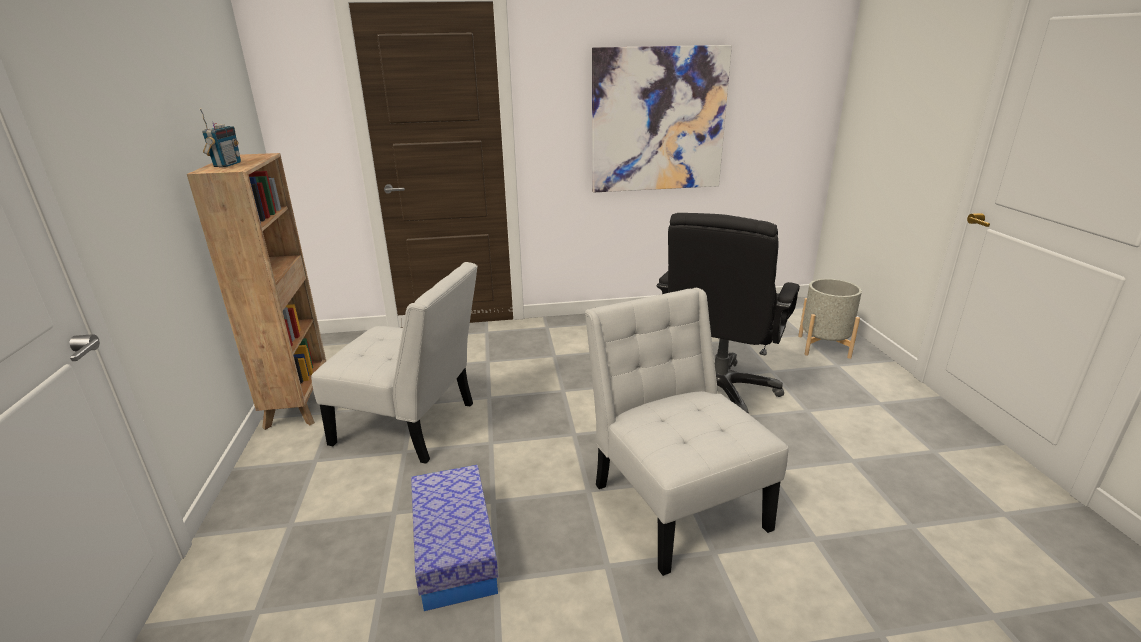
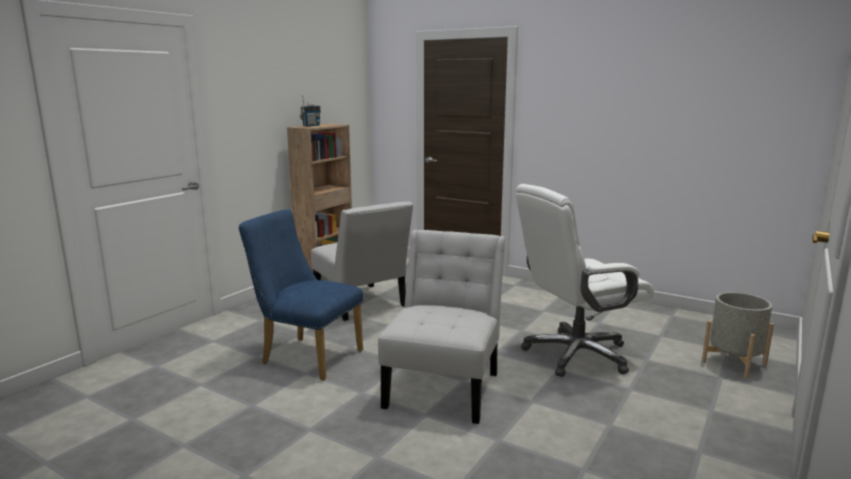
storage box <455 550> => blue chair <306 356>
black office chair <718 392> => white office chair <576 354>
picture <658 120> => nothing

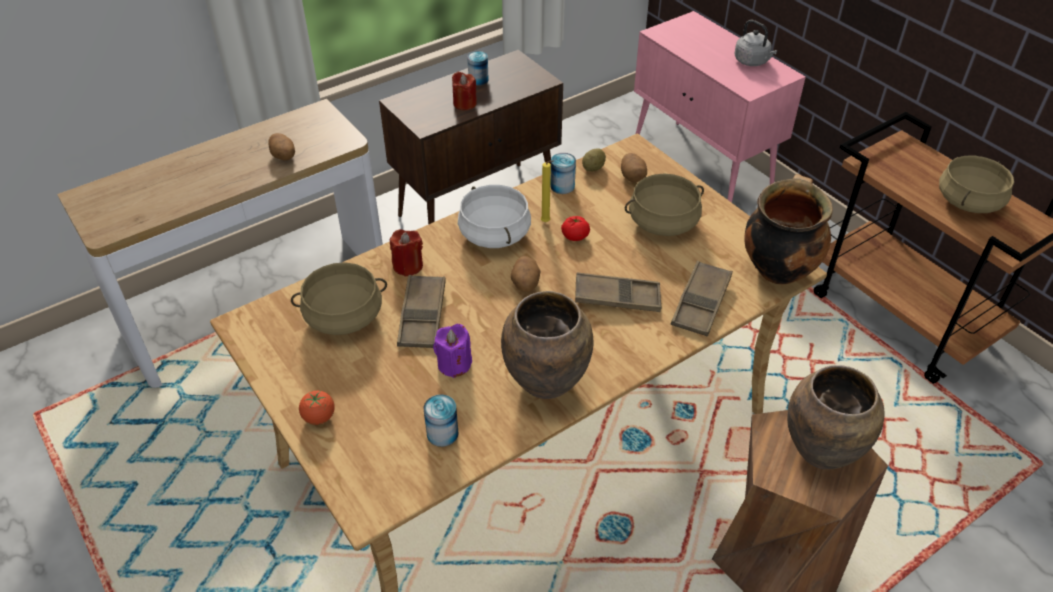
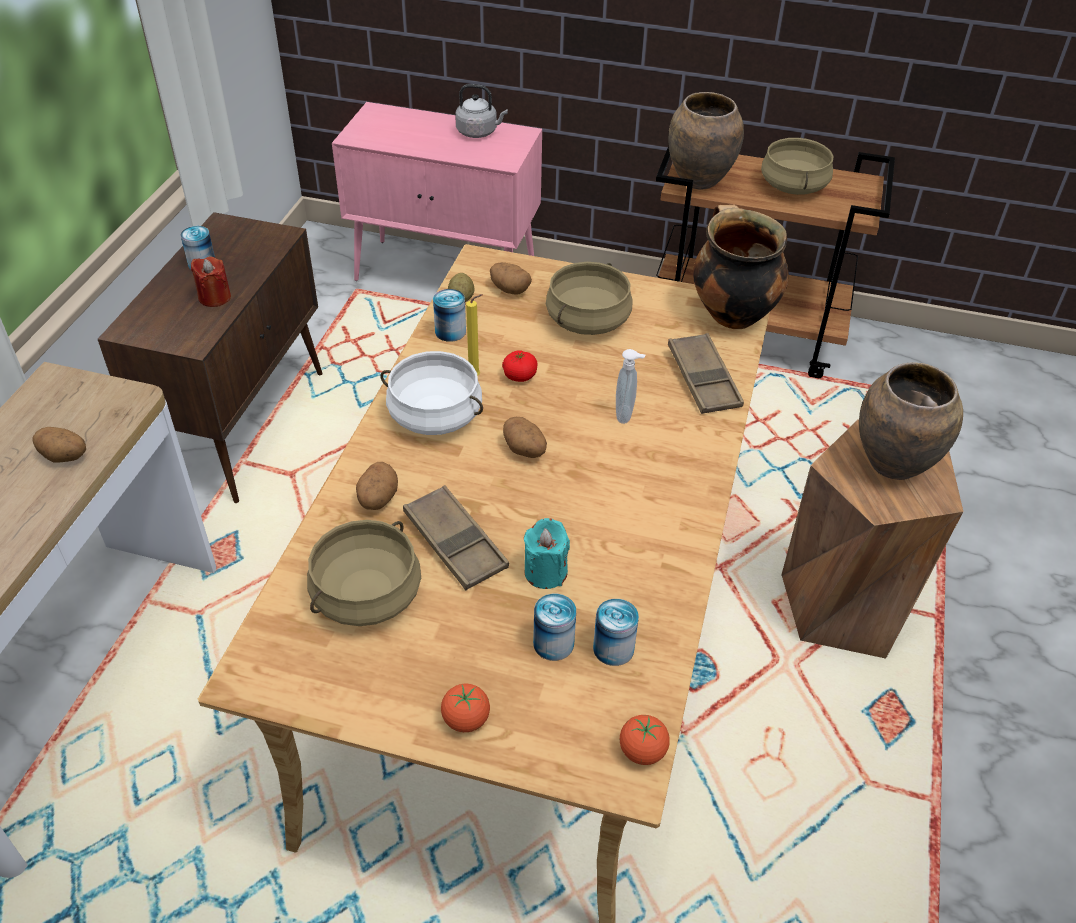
red candle <408 266> => potato <377 499>
purple candle <454 364> => turquoise candle <545 572>
nothing => can <553 643>
brown tray <617 297> => soap dispenser <626 415>
nothing => tomato <642 751>
brown vase <547 382> => brown vase <699 180>, moved

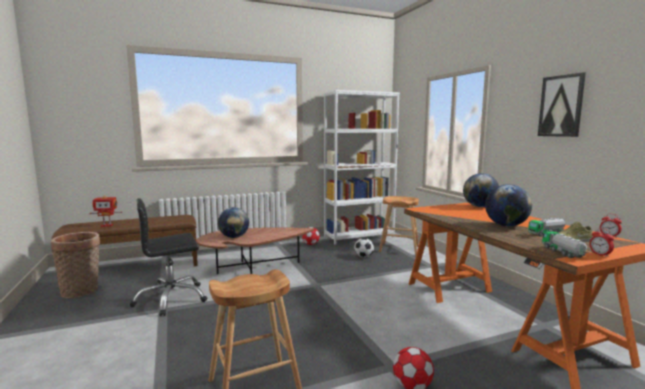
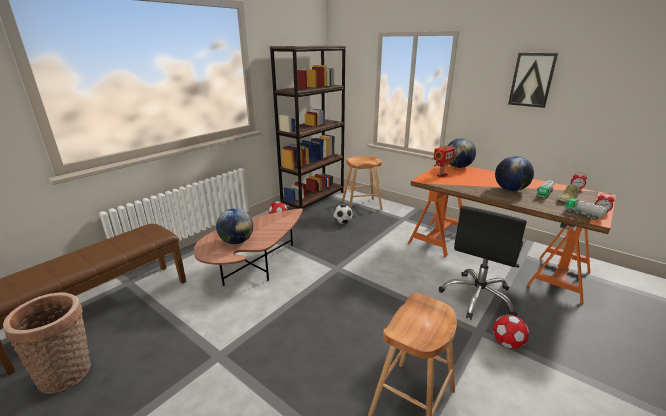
white bookcase <359 237> => brown bookcase <313 198>
toy robot <107 225> => toy robot <441 175>, moved
black office chair <171 299> => black office chair <478 297>, moved

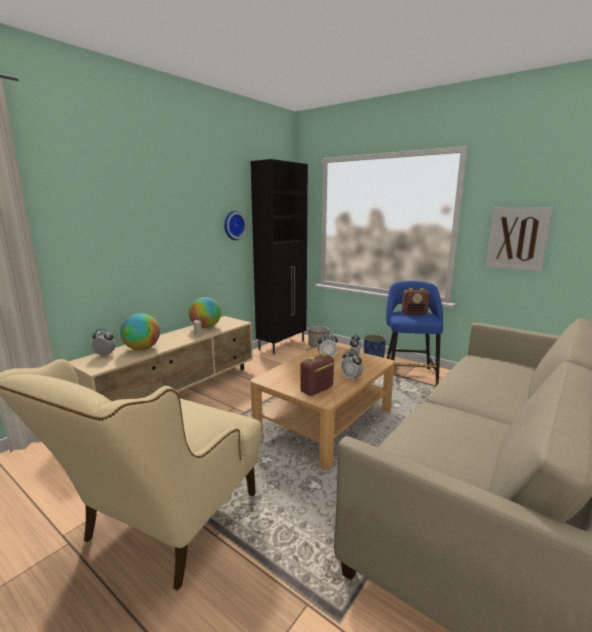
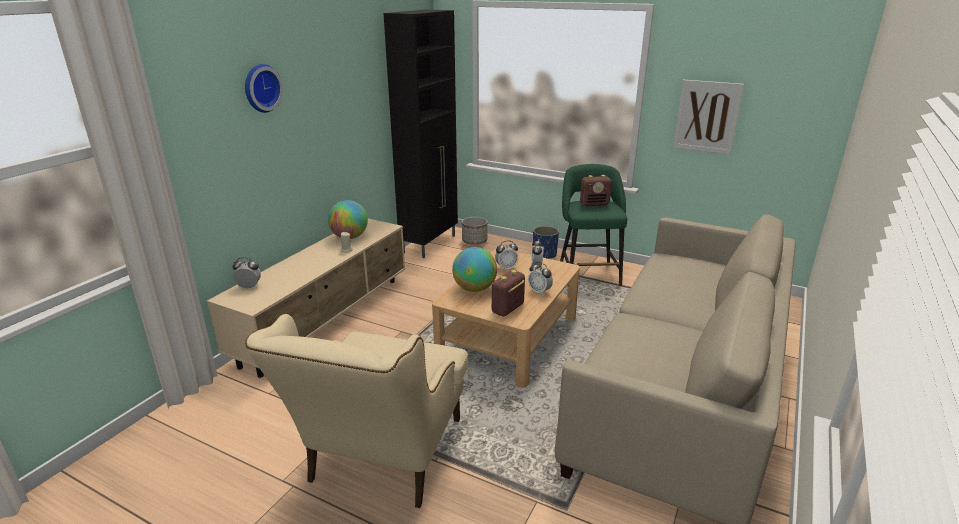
wall clock <233 225> => wall clock <260 88>, moved
globe <142 349> => globe <474 289>, moved
blue stool <409 374> => green stool <588 273>

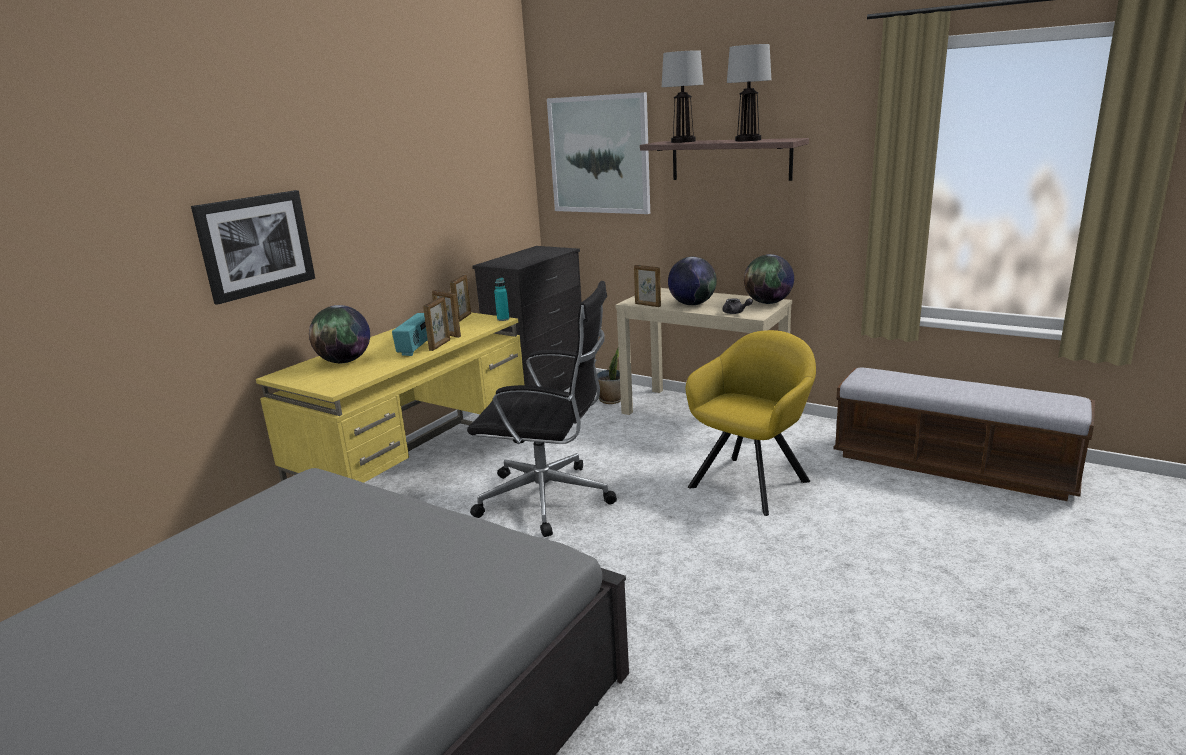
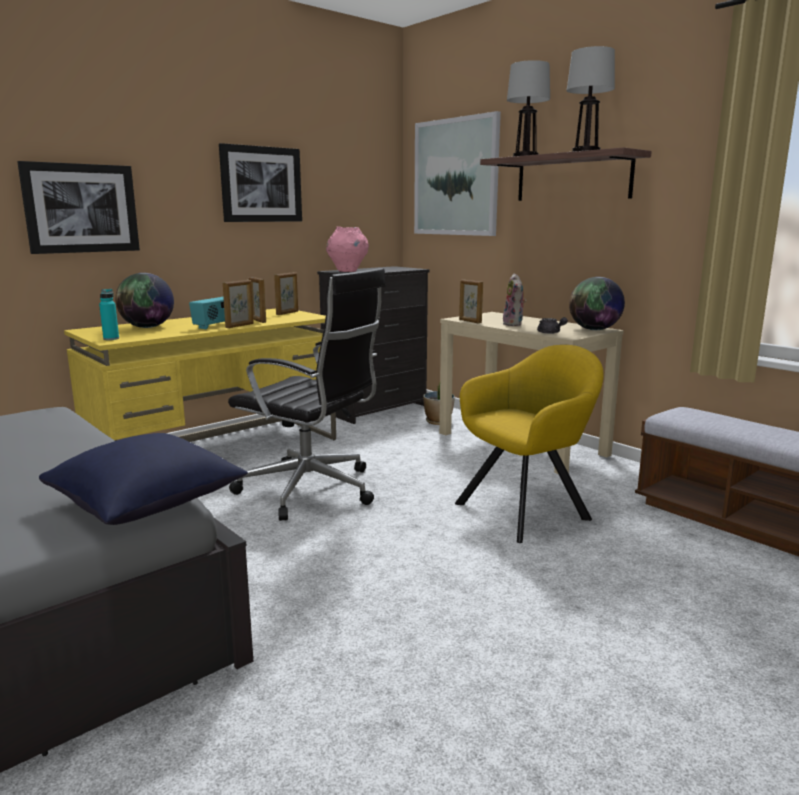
nothing => blue pillow <147 505>
turquoise bottle <503 319> => turquoise bottle <111 339>, moved
nothing => picture <261 184>
nothing => pink vase <347 271>
globe <692 304> => plush toy <514 324>

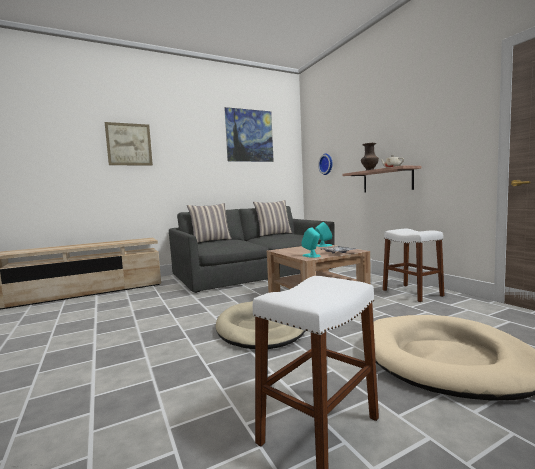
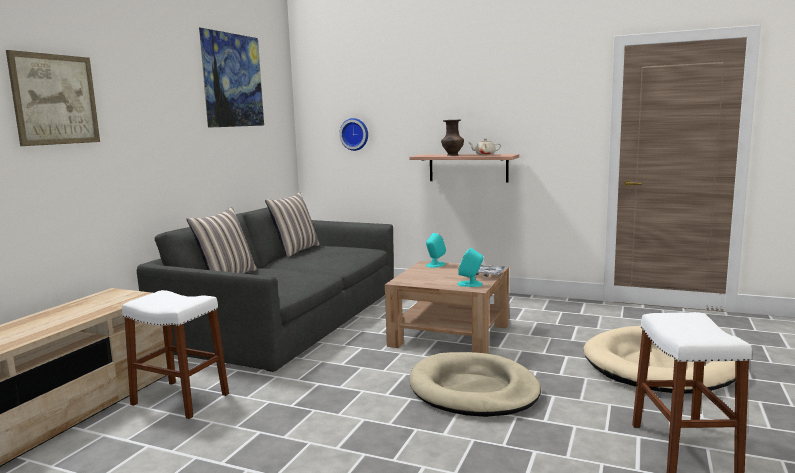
white stool <412 293> => white stool <180 399>, moved

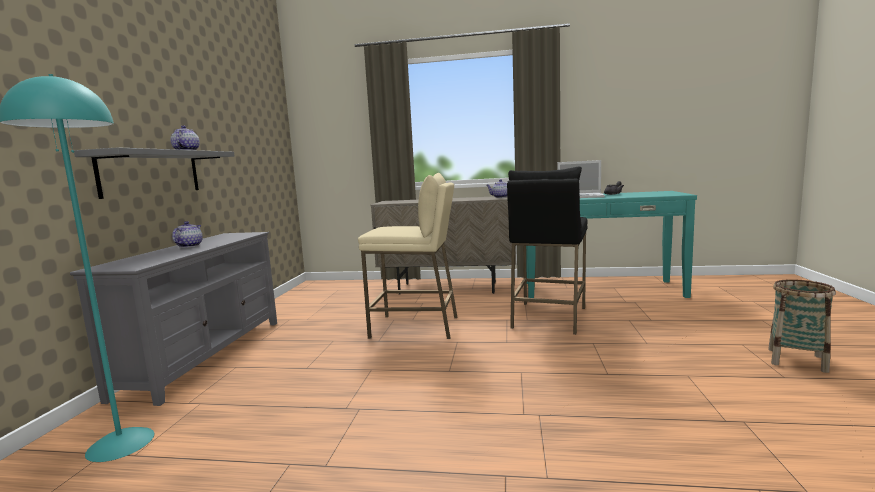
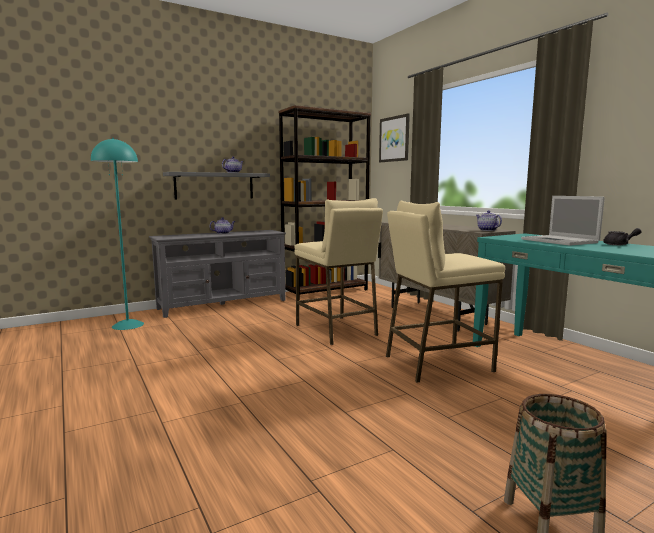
nothing => brown bookcase <325 291>
nothing => picture <394 139>
black stool <548 318> => beige stool <437 363>

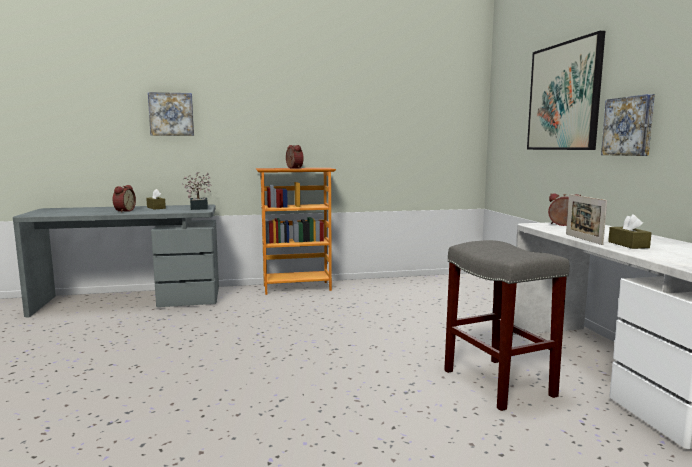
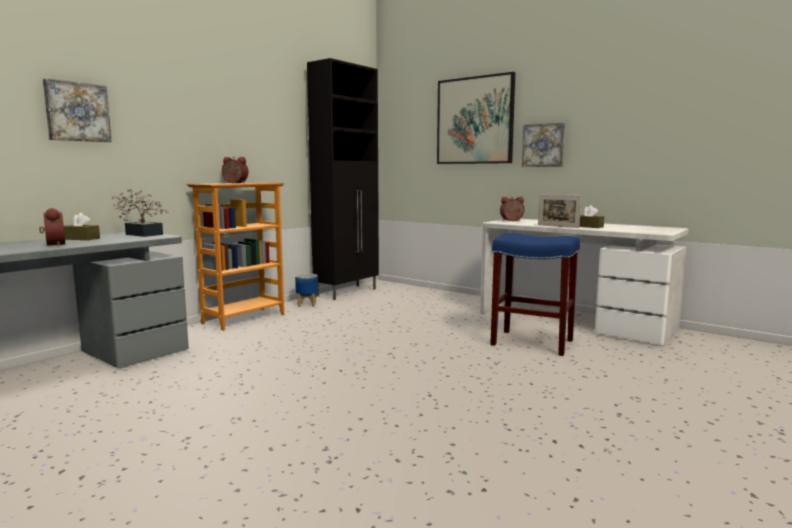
nothing => planter <307 304>
nothing => black cabinet <347 292>
grey stool <496 382> => blue stool <530 342>

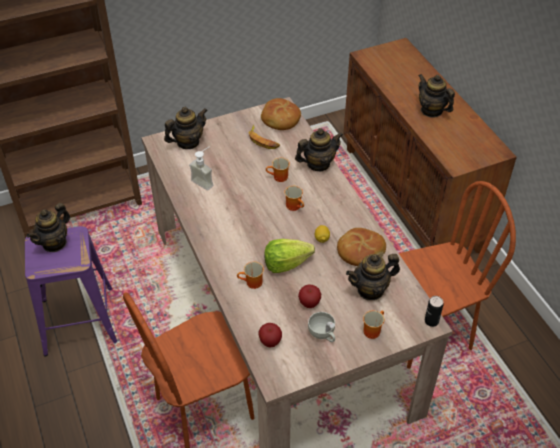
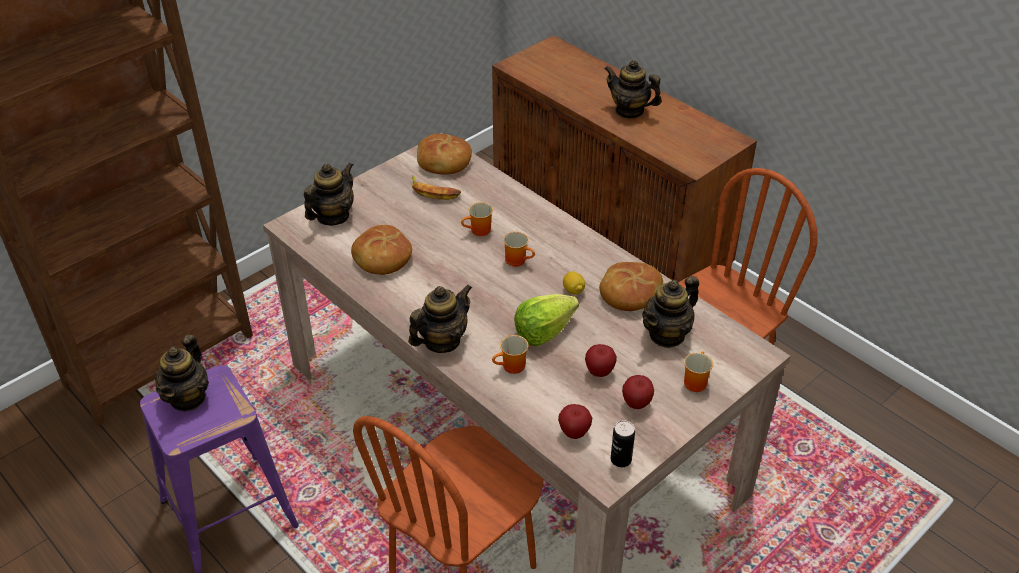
soap dispenser <205 181> => bread <382 258>
teapot <318 164> => teapot <442 341>, moved
can <431 321> => can <621 459>, moved
white cup <323 334> => apple <636 404>

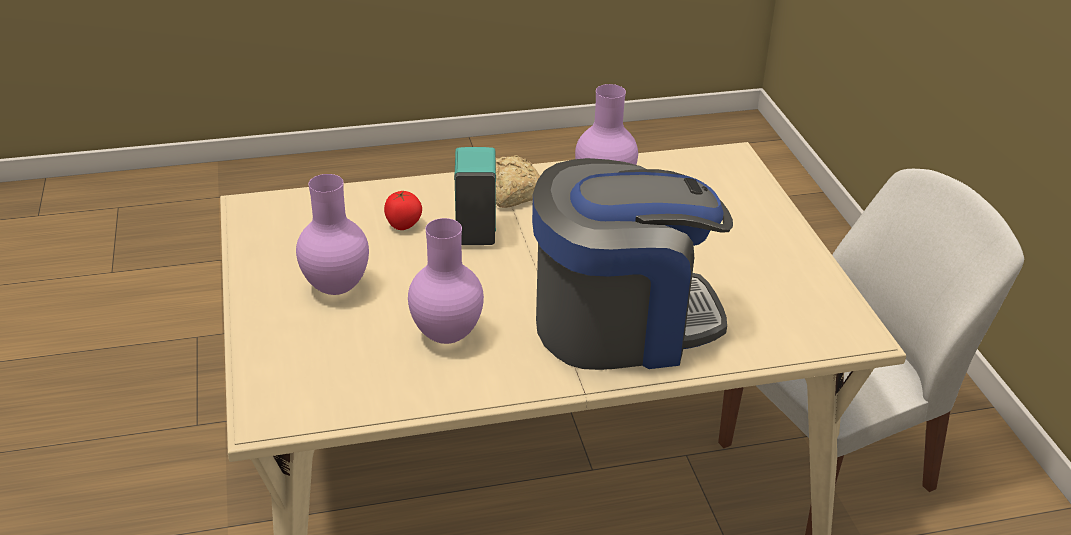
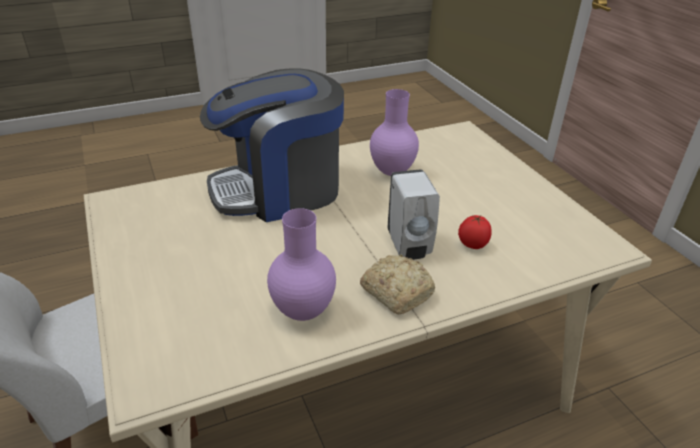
turquoise soap dispenser <476 231> => white soap dispenser <409 246>
purple vase <335 289> => nothing

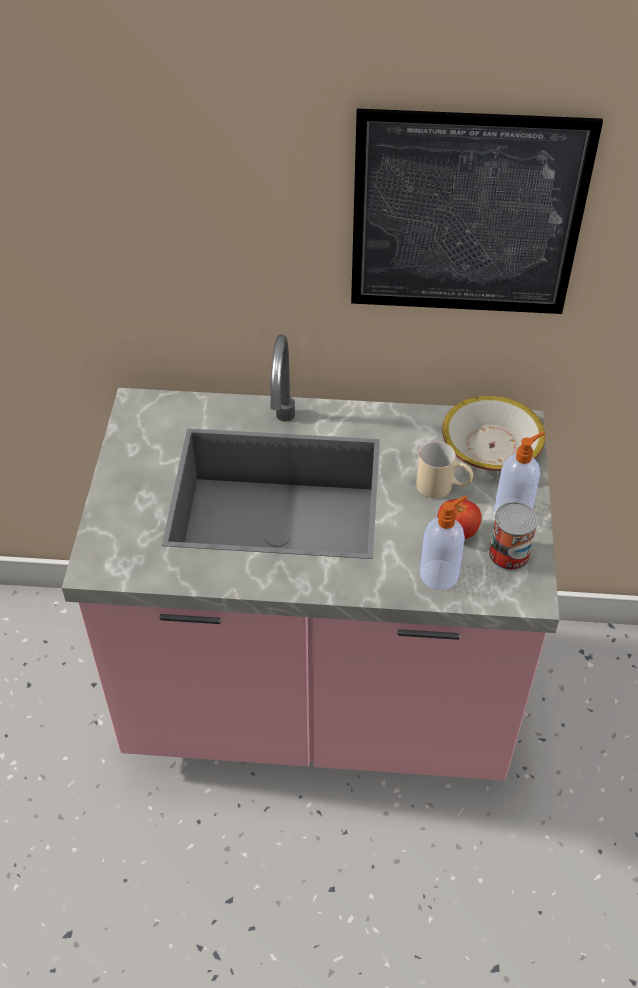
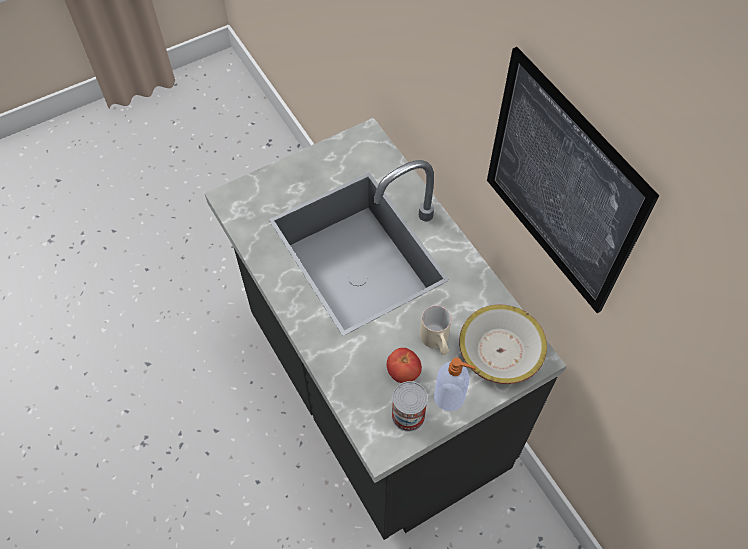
pink counter <319 702> => black counter <374 395>
soap dispenser <440 574> => nothing

